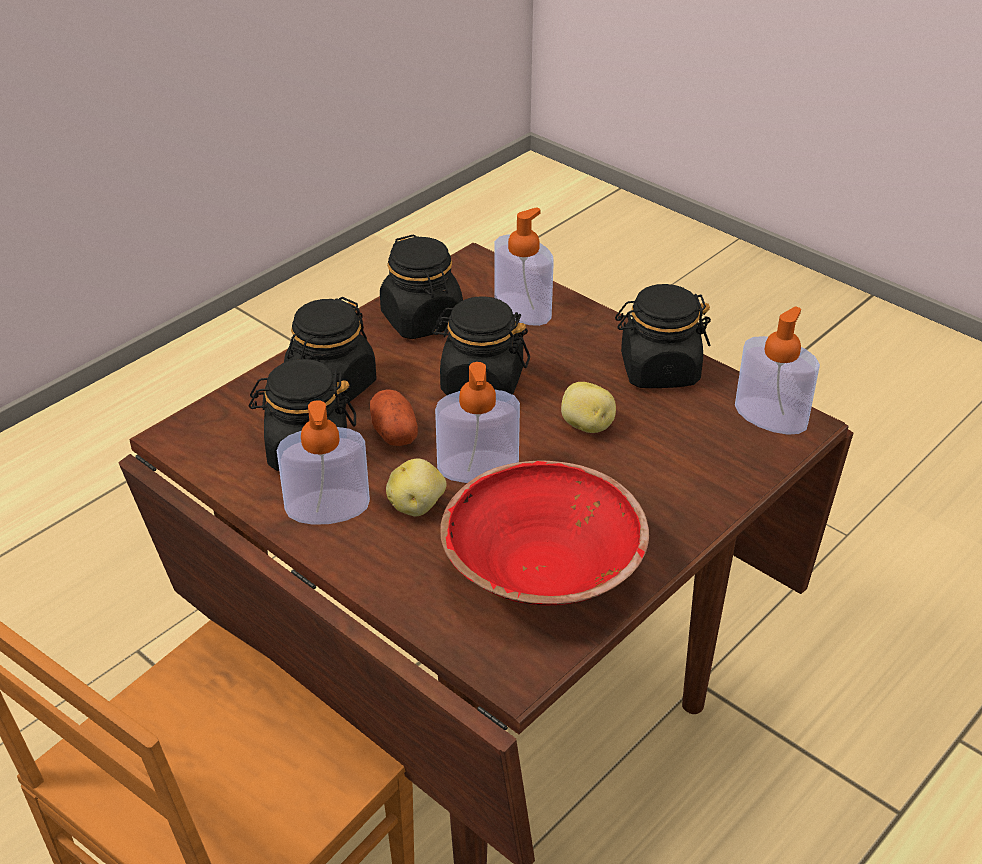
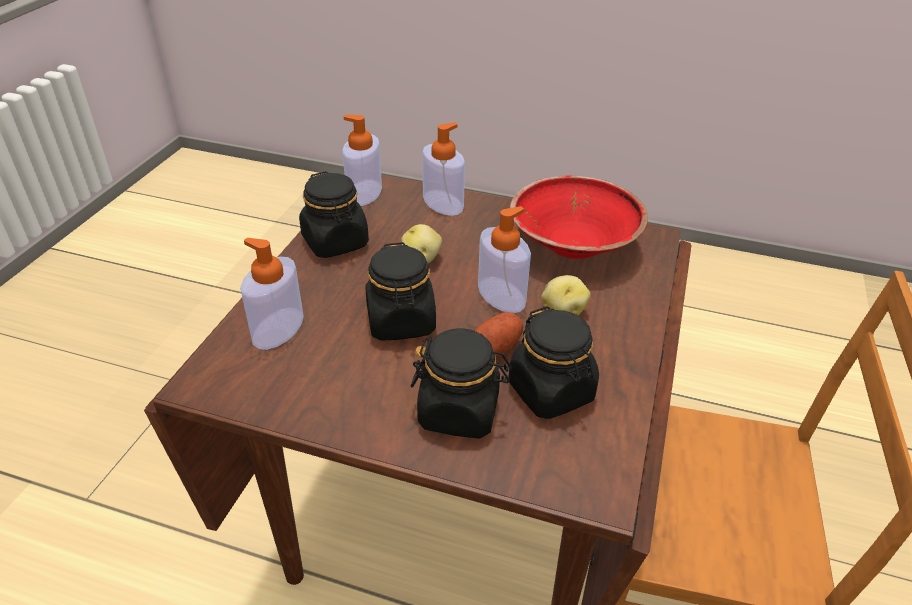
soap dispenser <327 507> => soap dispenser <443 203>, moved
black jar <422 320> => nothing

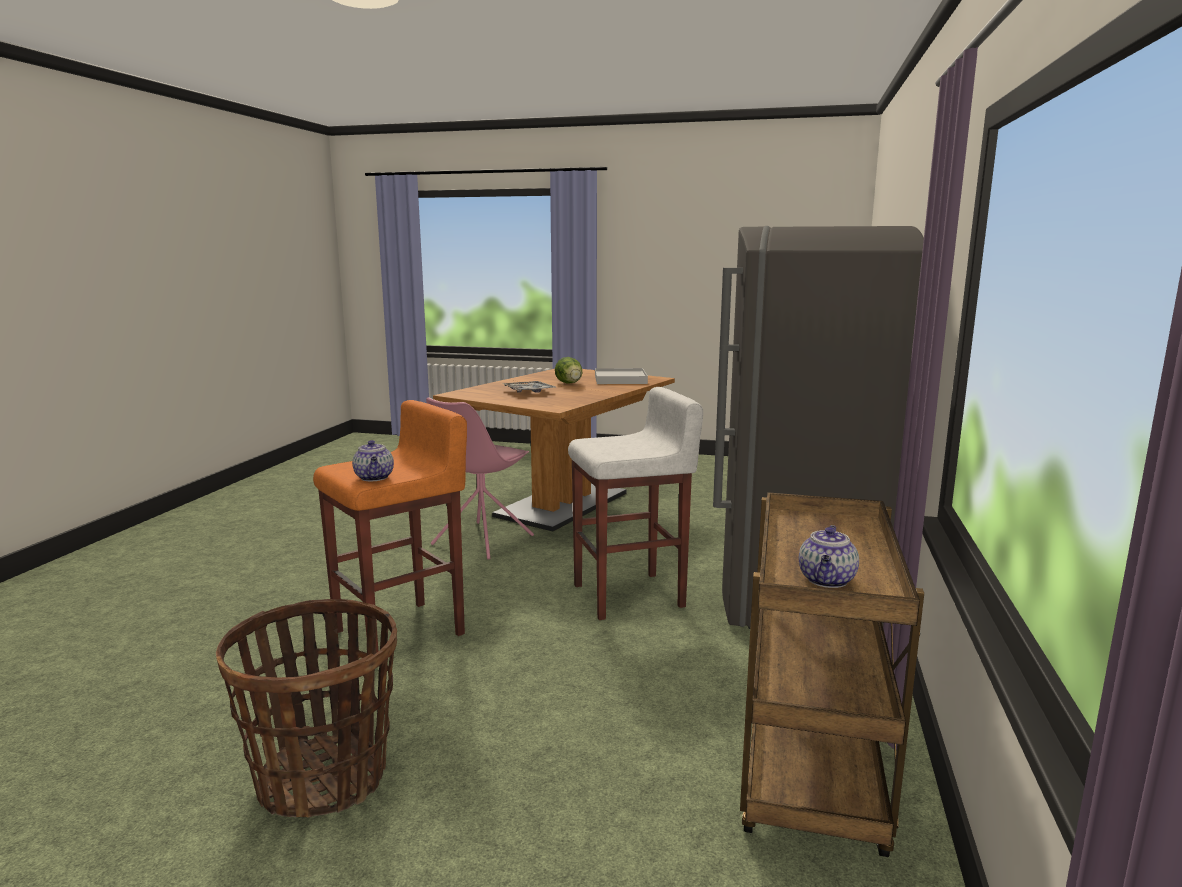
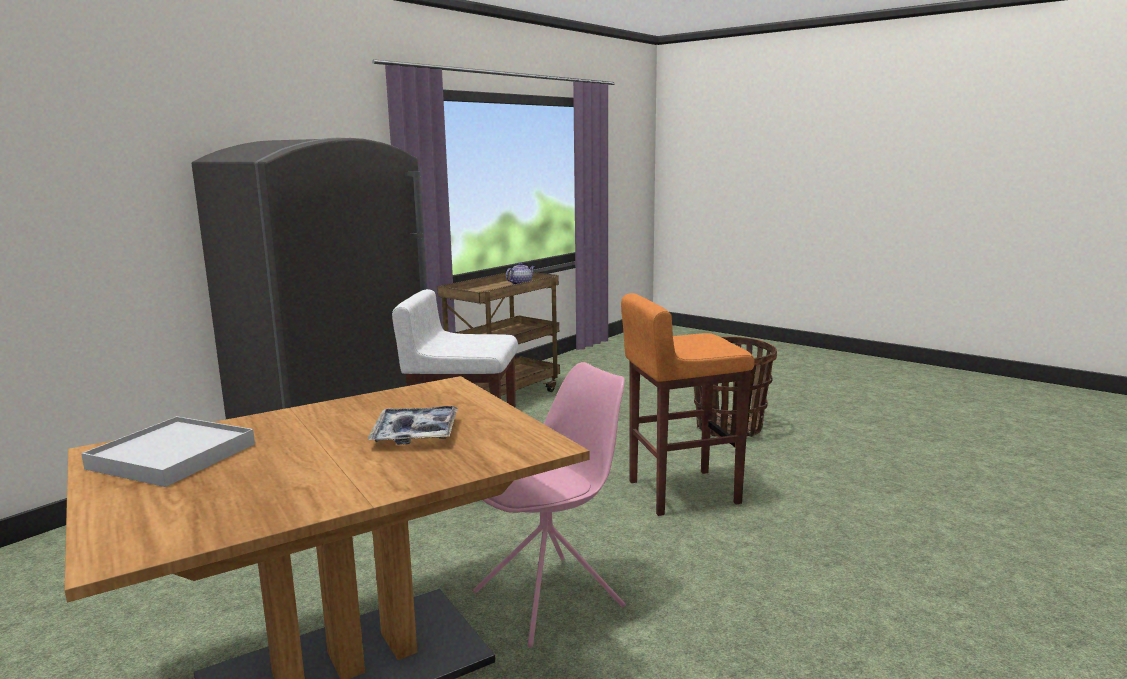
teapot <374 478> => nothing
lettuce <570 384> => nothing

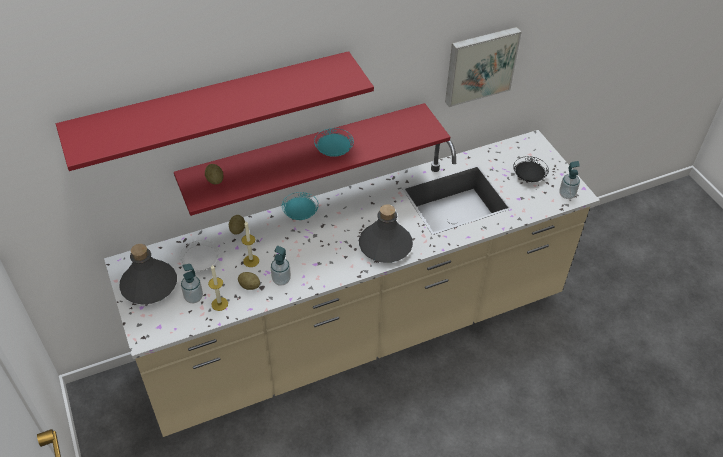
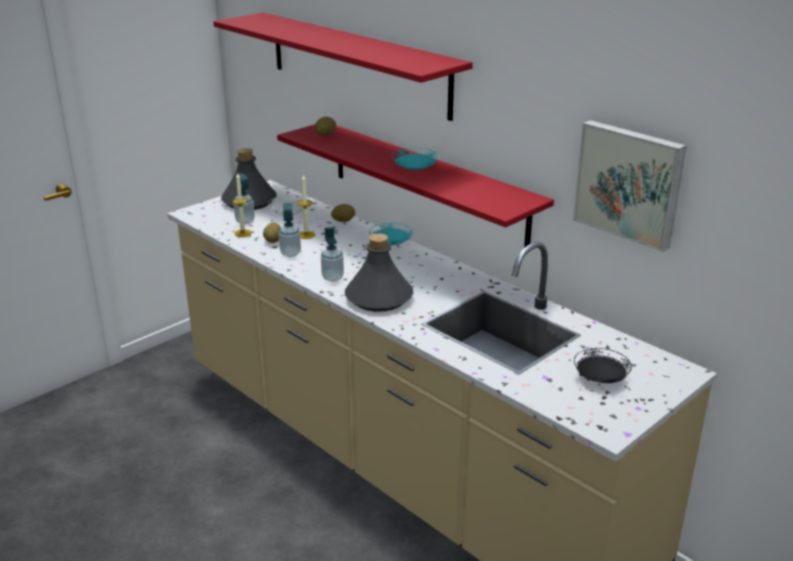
soap dispenser <567 194> => soap dispenser <332 278>, moved

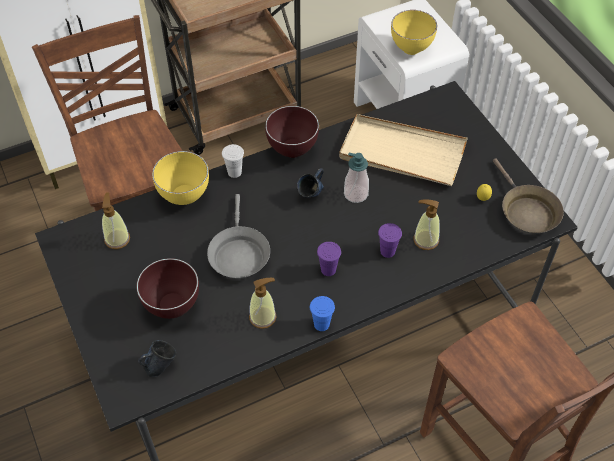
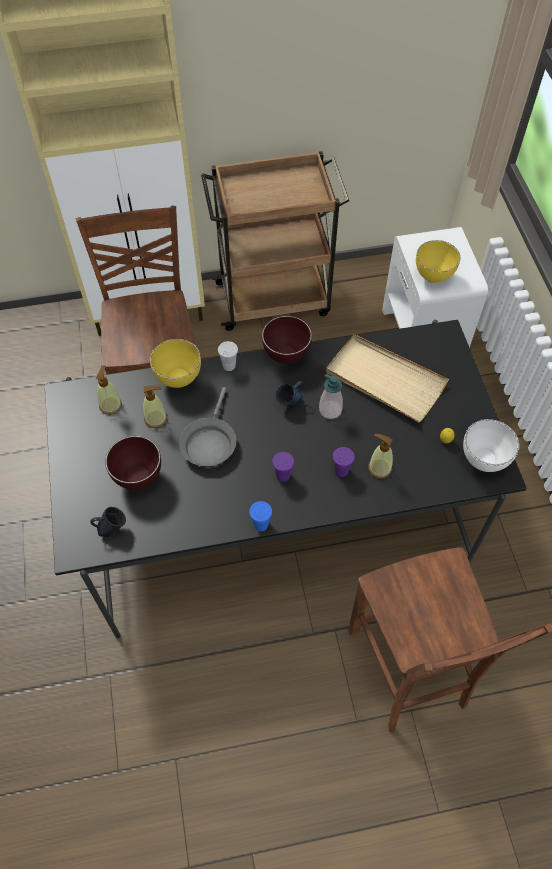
soap dispenser <263 317> => soap dispenser <156 419>, moved
brown frying pan <526 211> => white bowl <482 462>

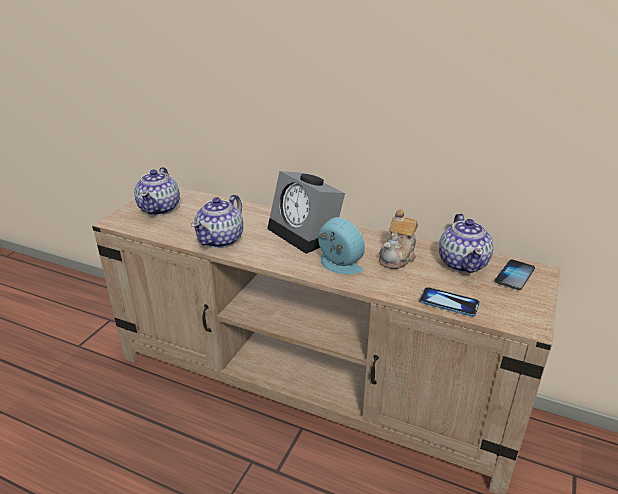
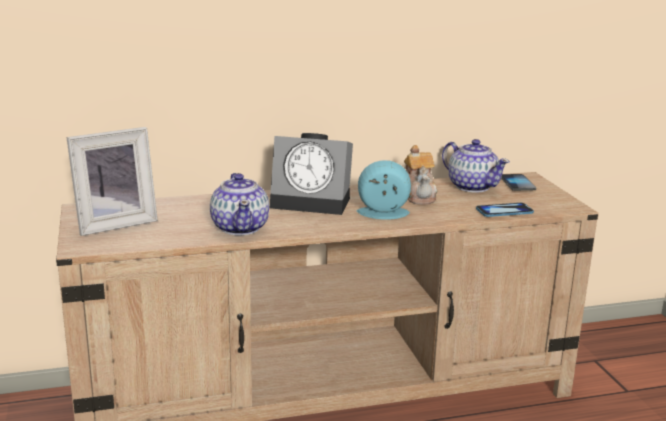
teapot <160 208> => picture frame <114 223>

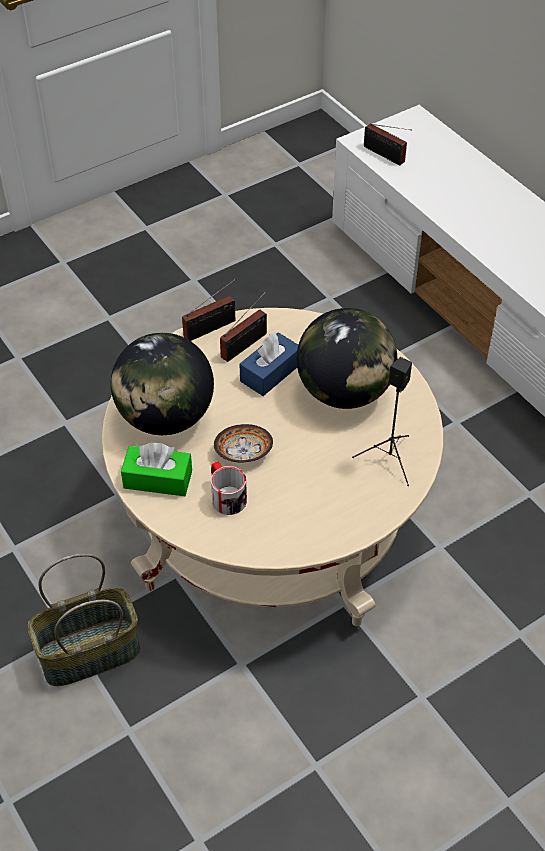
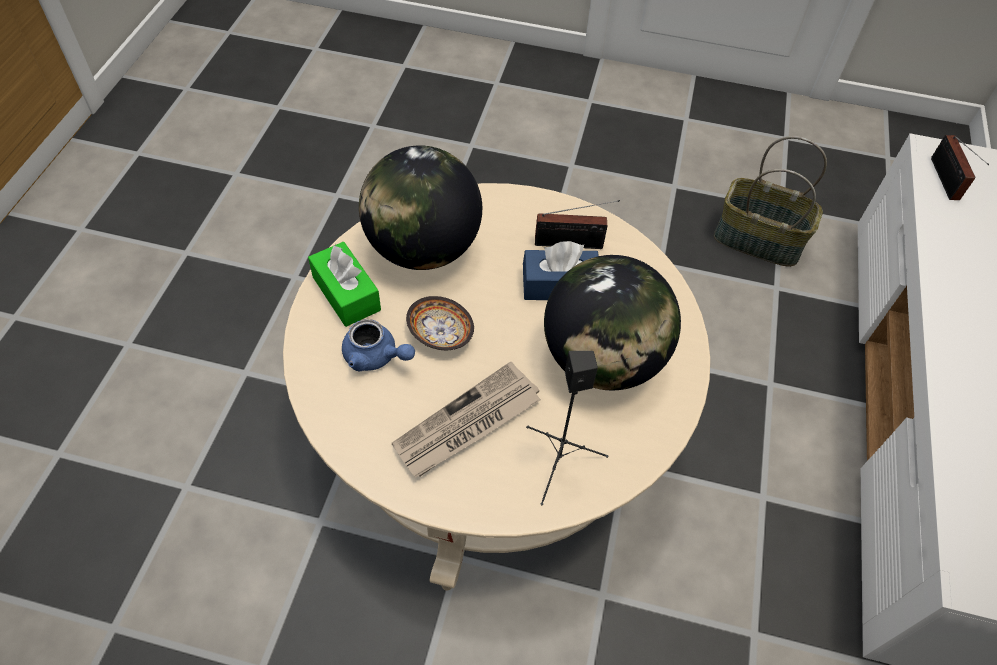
mug <226 495> => blue teapot <376 357>
nothing => newspaper <467 424>
basket <89 654> => basket <756 241>, moved
radio <212 328> => nothing

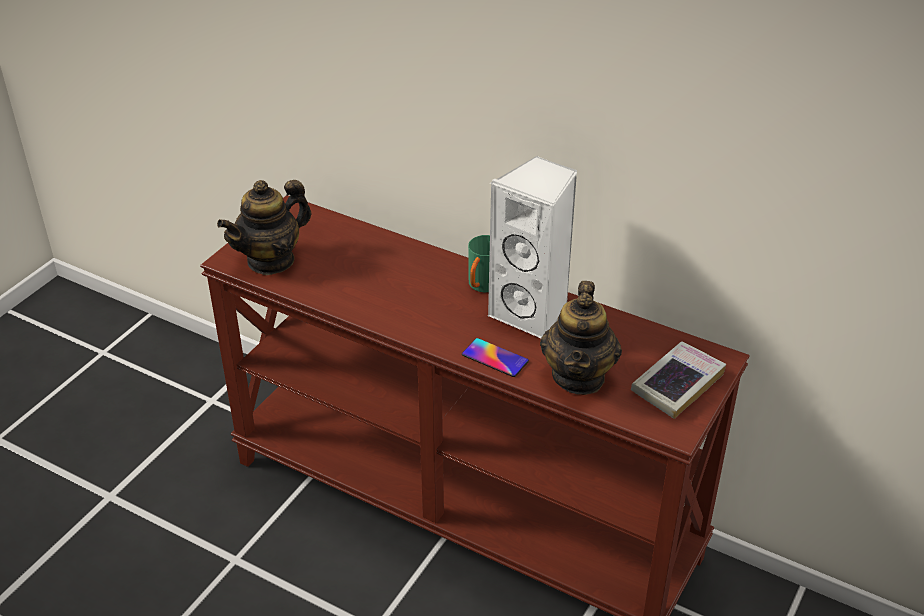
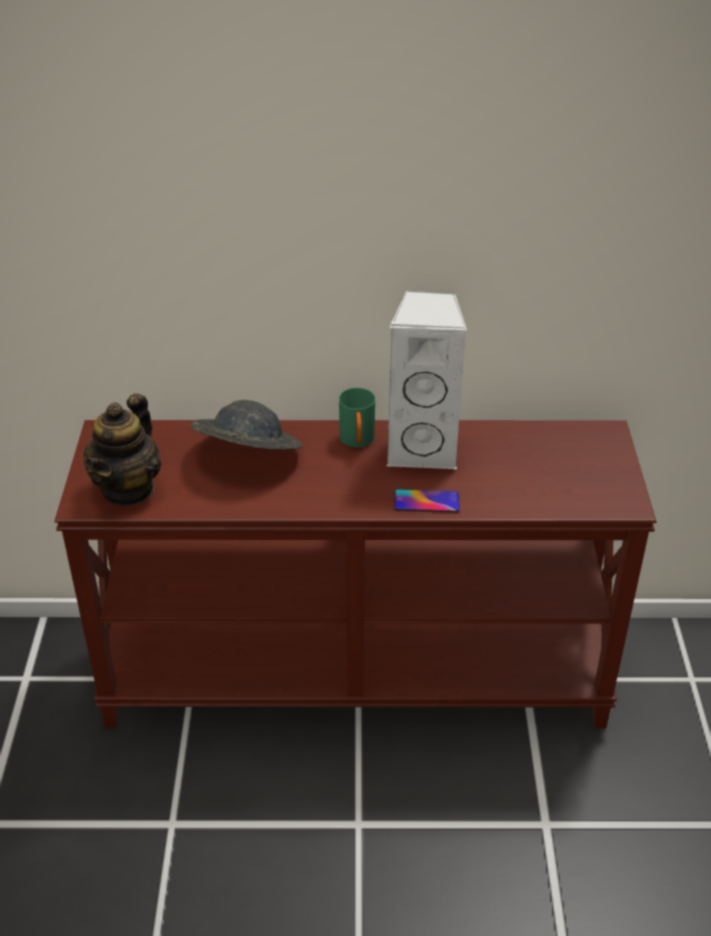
nothing => grey hat <247 456>
teapot <579 376> => nothing
book <677 384> => nothing

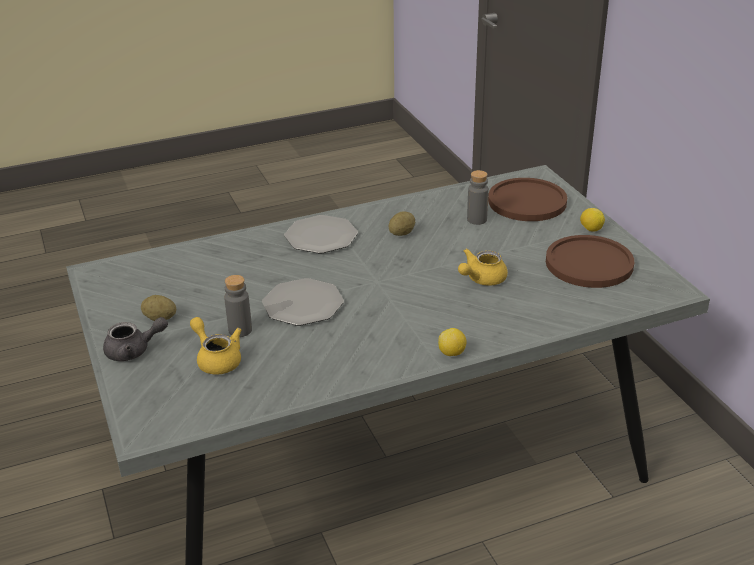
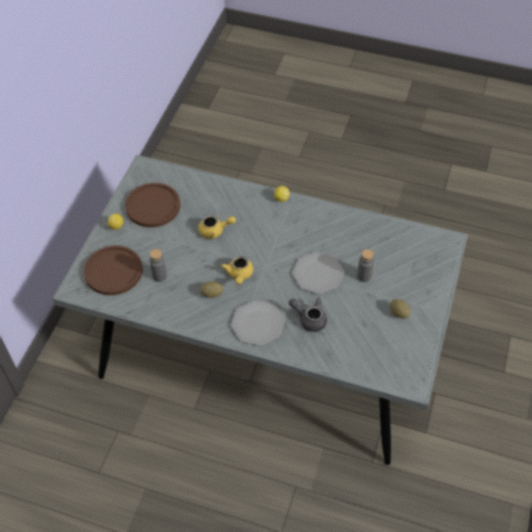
yellow teapot <217 359> => yellow teapot <239 275>, moved
grey teapot <134 351> => grey teapot <309 319>, moved

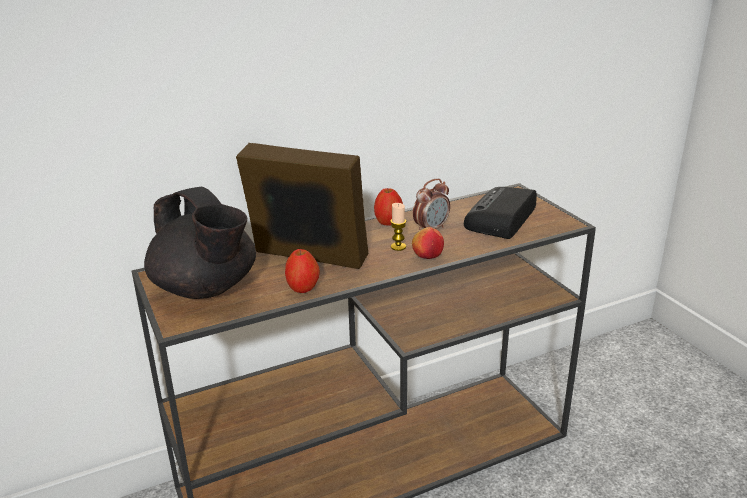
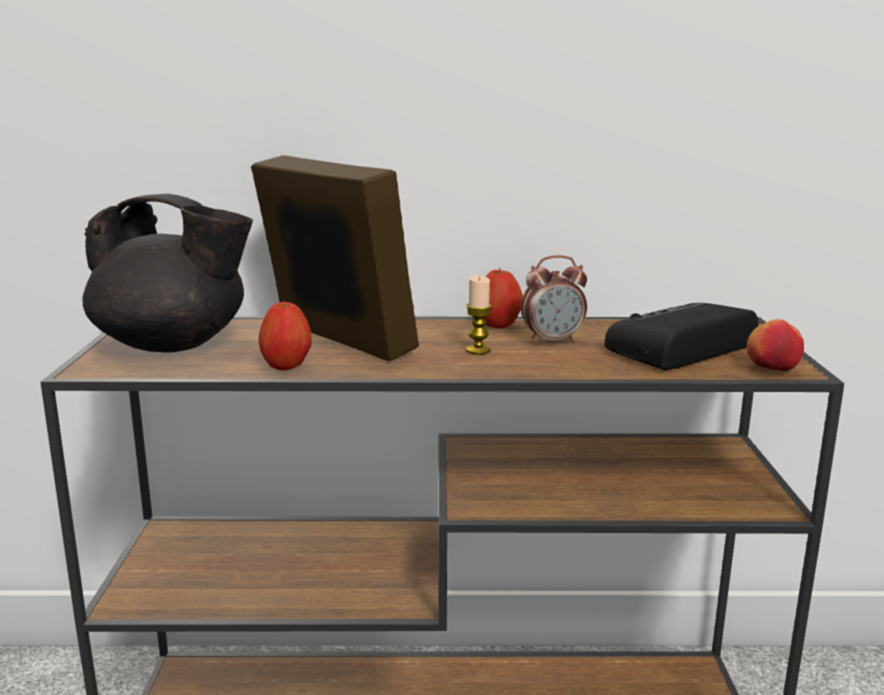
black teapot <206 289> => black teapot <173 345>, 60 degrees counterclockwise
apple <427 255> => apple <771 368>, moved

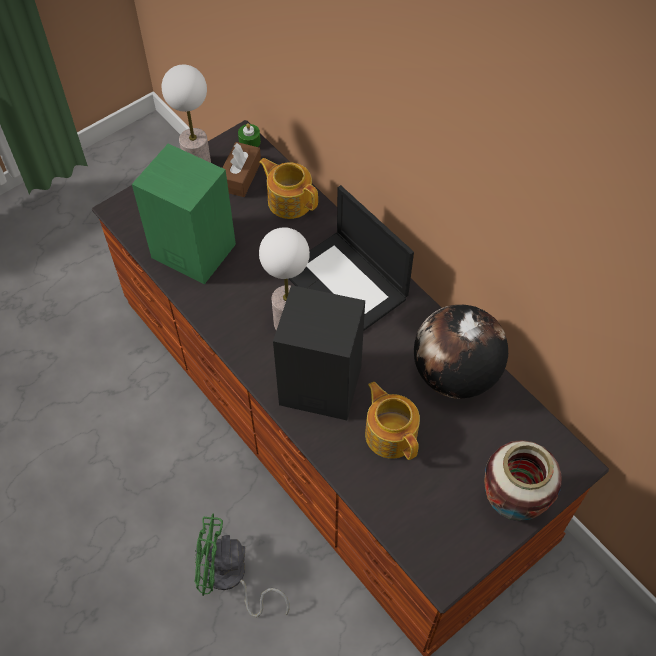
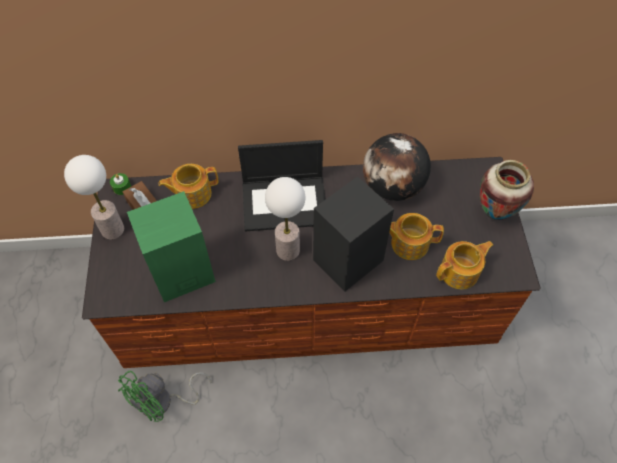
green fan <230 579> => green fan <163 402>, moved
nothing => teapot <460 272>

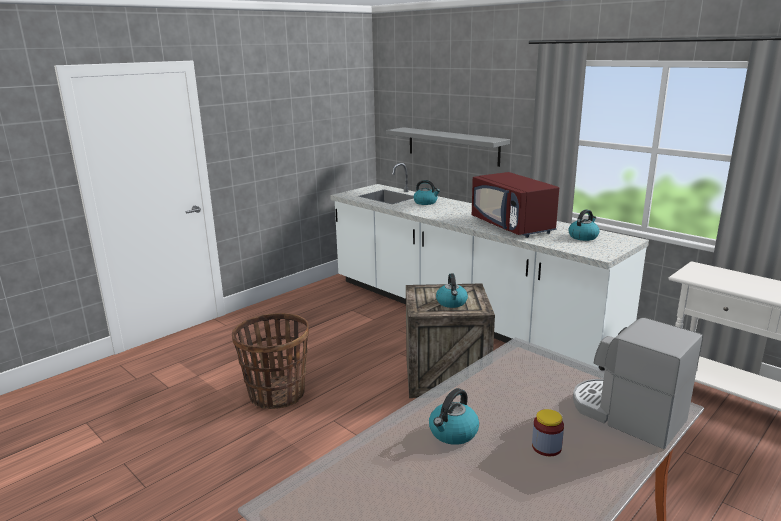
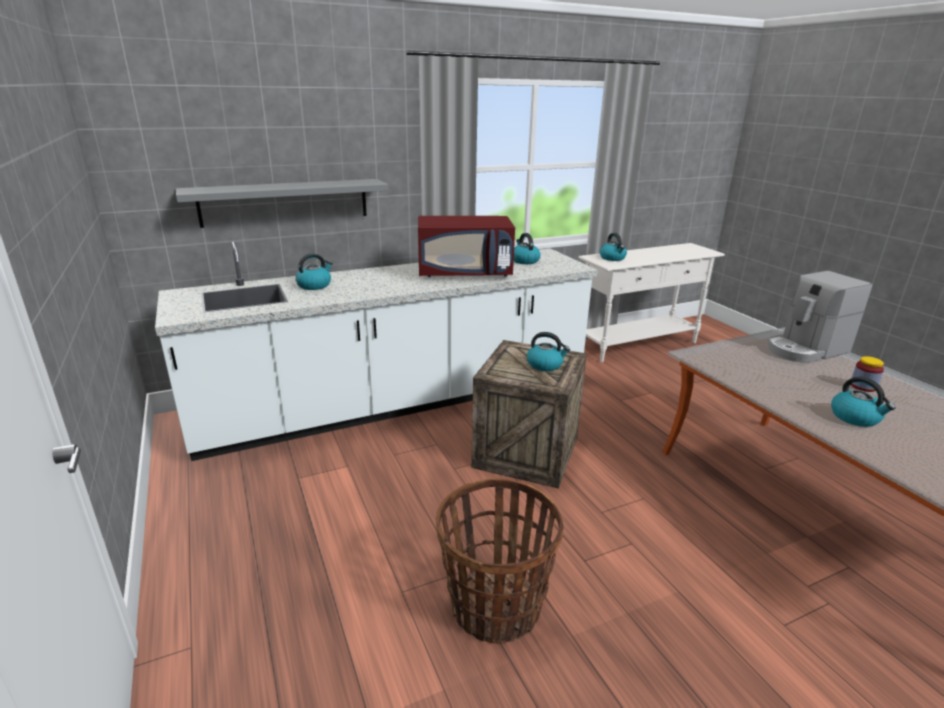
nothing => kettle <612 258>

